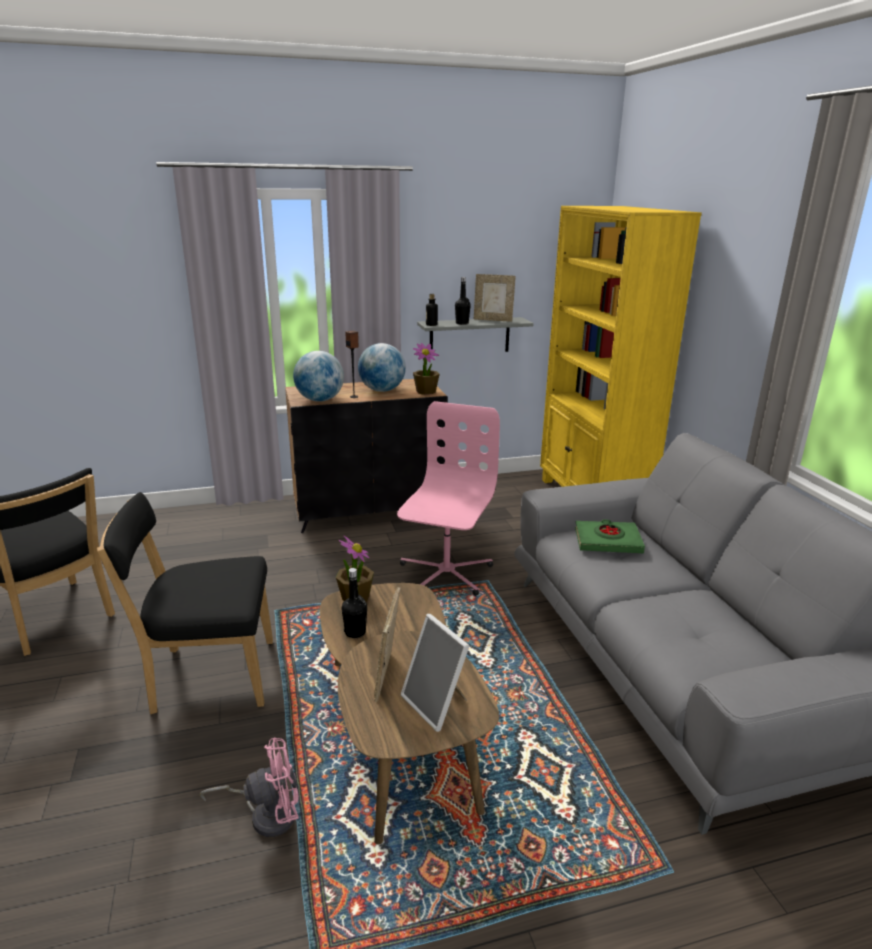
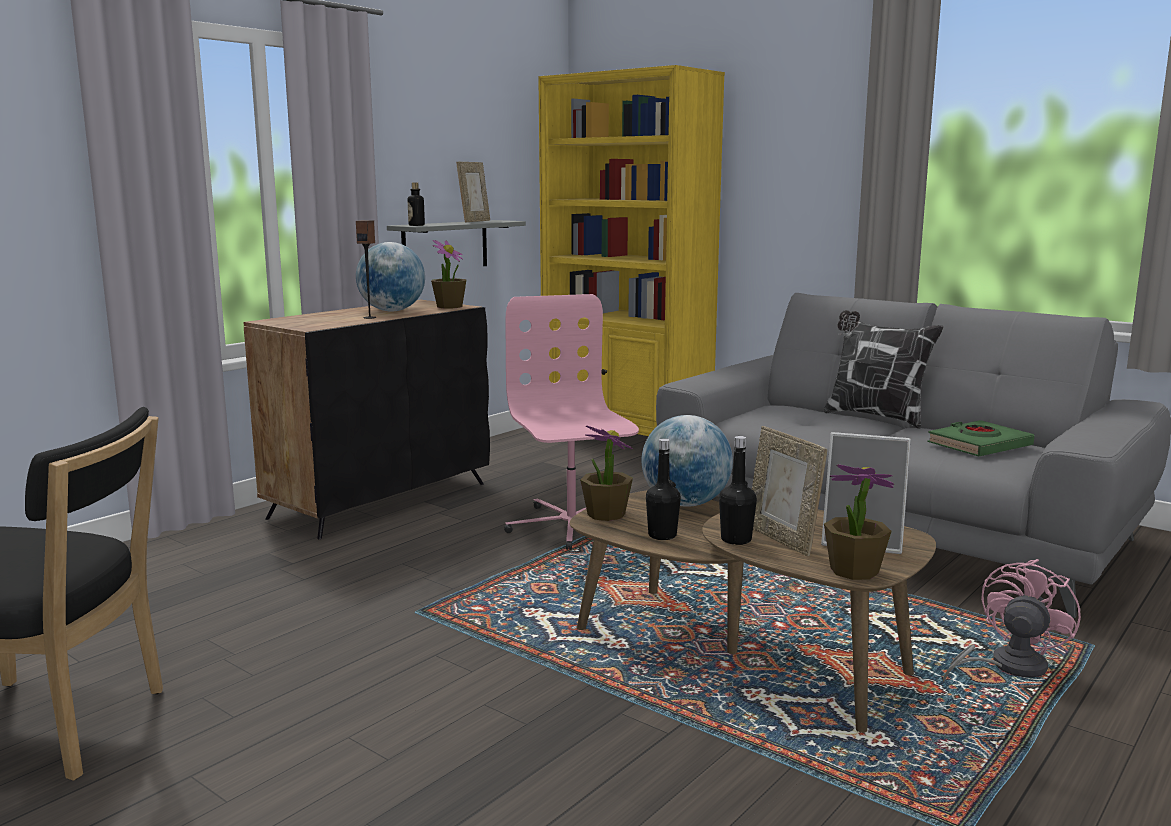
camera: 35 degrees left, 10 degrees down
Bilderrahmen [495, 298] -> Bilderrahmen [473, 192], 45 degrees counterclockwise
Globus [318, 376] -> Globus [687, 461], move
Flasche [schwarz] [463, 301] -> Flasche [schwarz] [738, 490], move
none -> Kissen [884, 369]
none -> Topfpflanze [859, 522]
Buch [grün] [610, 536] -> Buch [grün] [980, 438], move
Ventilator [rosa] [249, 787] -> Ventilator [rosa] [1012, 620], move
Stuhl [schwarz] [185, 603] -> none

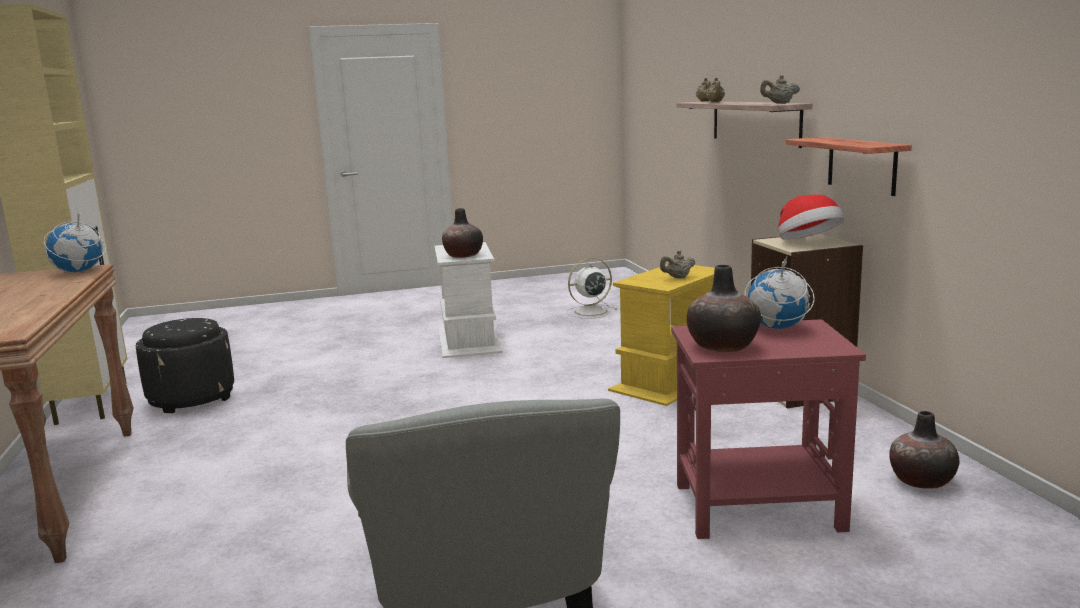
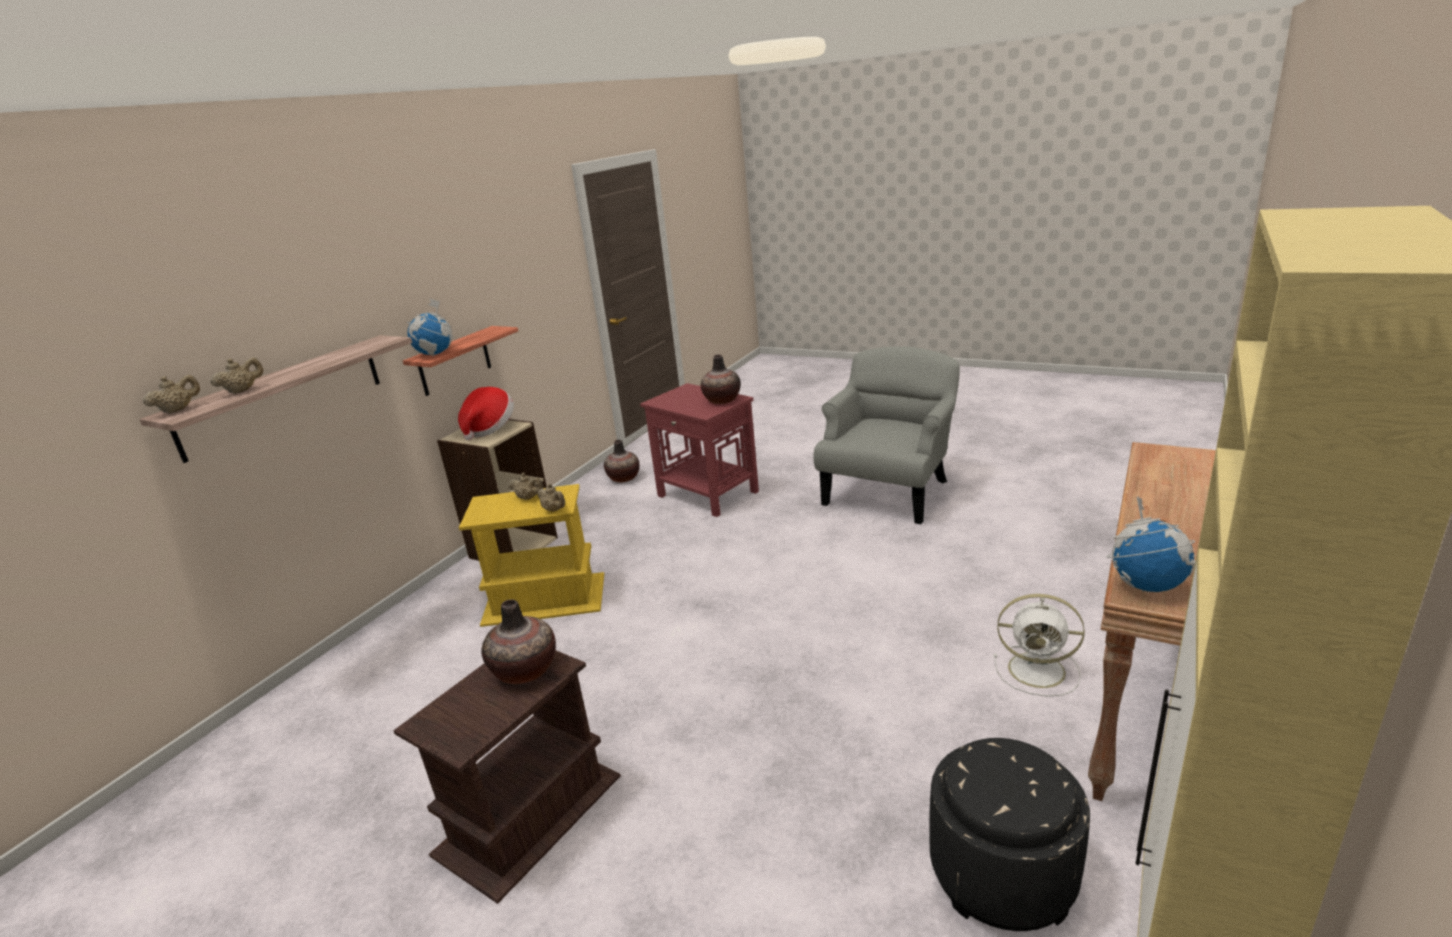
camera: 135 degrees left, 10 degrees up
Beistelltisch [weiß] [468, 300] -> Beistelltisch [braun] [507, 777]
Globus [779, 292] -> Globus [431, 327], move
Teekanne [beige] [780, 89] -> Teekanne [beige] [551, 498], move
Ventilator [weiß] [592, 288] -> Ventilator [weiß] [1039, 645], move

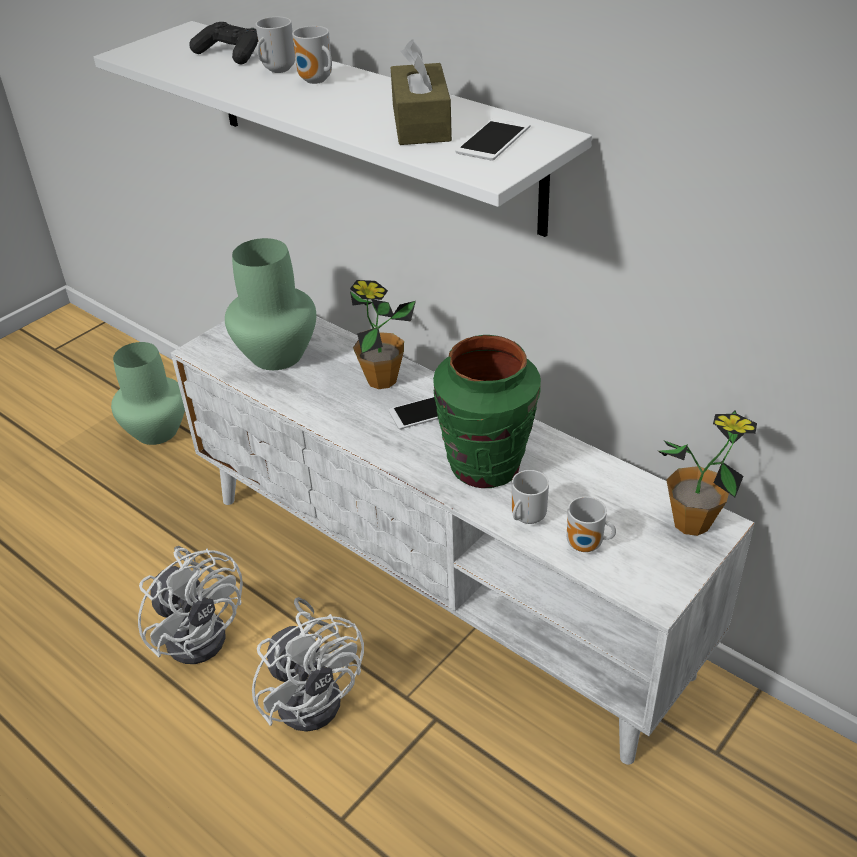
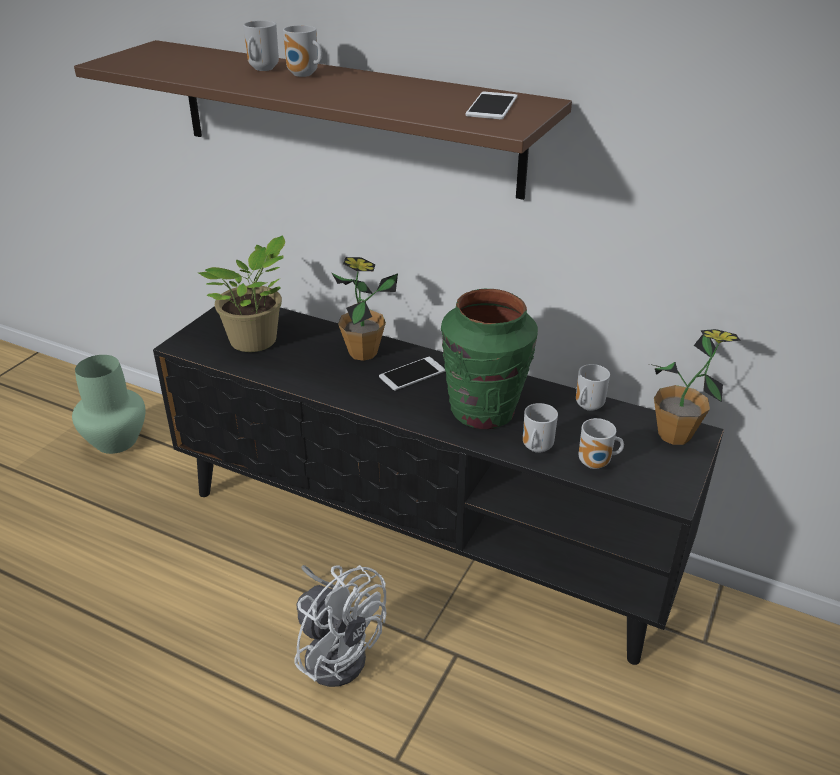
camera: 15 degrees left, 5 degrees down
Wandregal [weiß] [343, 129] -> Wandregal [braun] [323, 120]
Fernsehschrank [weiß] [462, 540] -> Fernsehschrank [schwarz] [438, 485]
Vase [grün] [270, 304] -> Topfpflanze [241, 293]
none -> Henkelbecher [593, 387]
Ventilator [weiß] [190, 605] -> none
Gamepad [schwarz] [223, 43] -> none
Taschentuchbox [braun] [421, 92] -> none

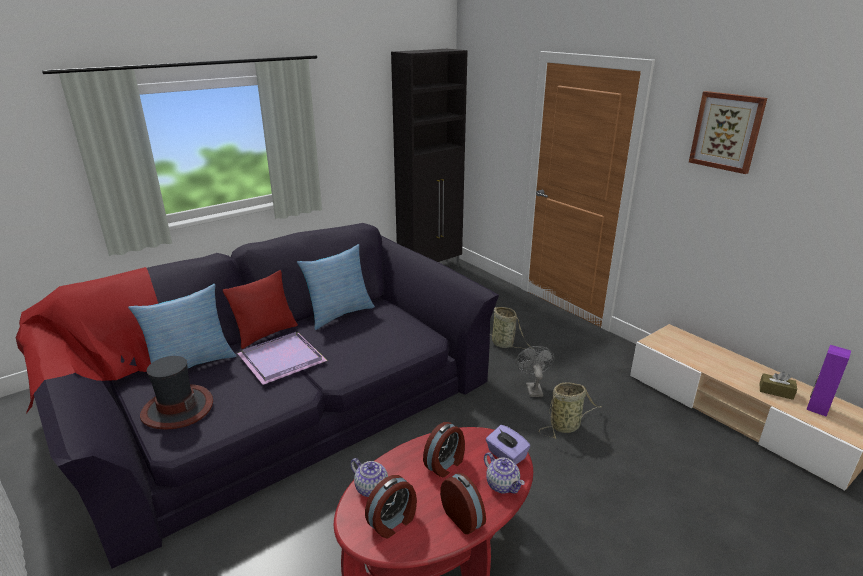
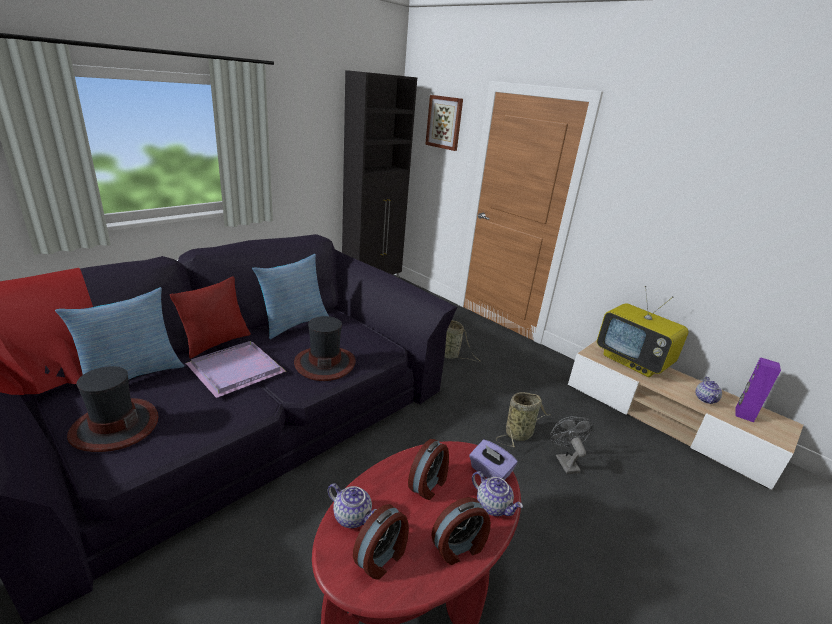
camera: 10 degrees left, 0 degrees up
none -> Hut [325, 348]
Bild [728, 132] -> Bild [444, 123], move
Wecker [463, 503] -> Wecker [461, 531], 105 degrees clockwise
Ventilator [grau] [535, 371] -> Ventilator [grau] [571, 445], move
none -> Fernseher [642, 331]
Taschentuchbox [braun] [778, 385] -> Teekanne [708, 390]

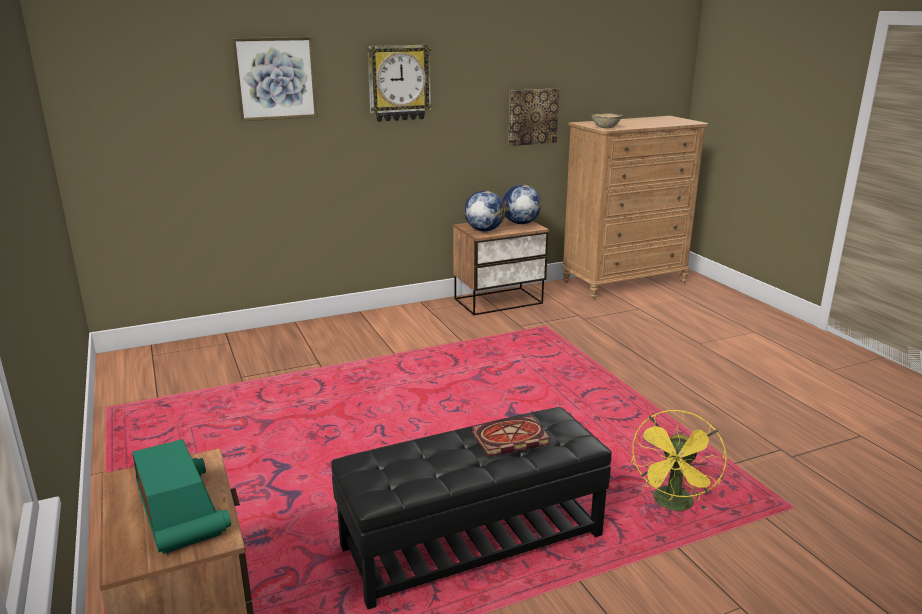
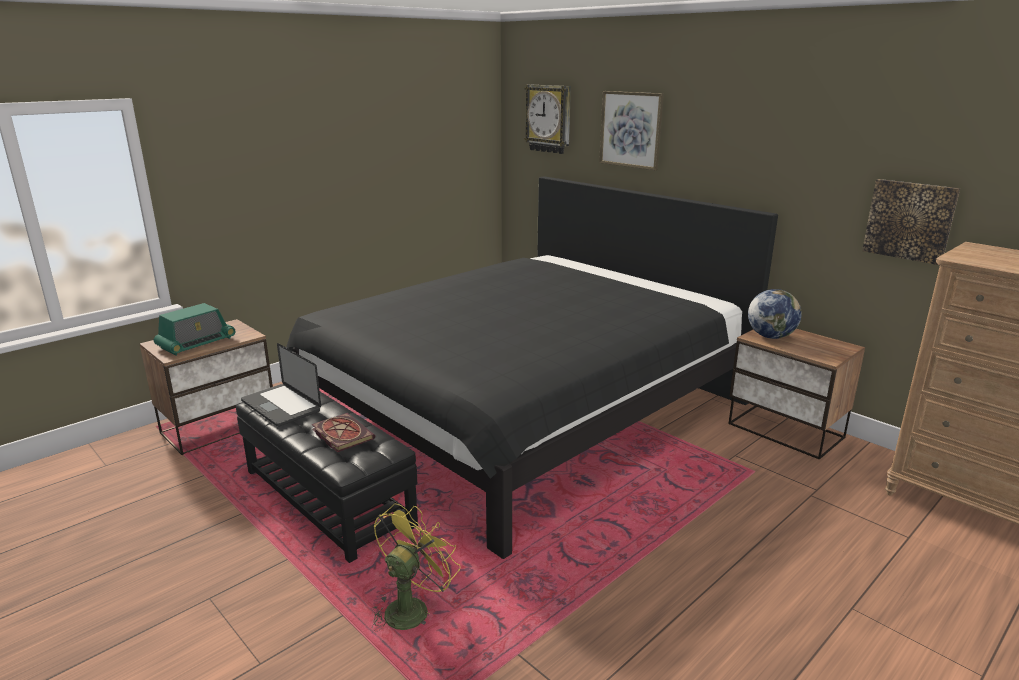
camera: 70 degrees right, 0 degrees up
none -> Laptop [281, 385]
none -> Bett [schwarz] [532, 367]
Ventilator [gelb] [679, 460] -> Ventilator [gelb] [416, 567], 120 degrees clockwise
Wanduhr [399, 83] -> Wanduhr [547, 119], move
Globus [522, 204] -> none
Schüssel [607, 120] -> none

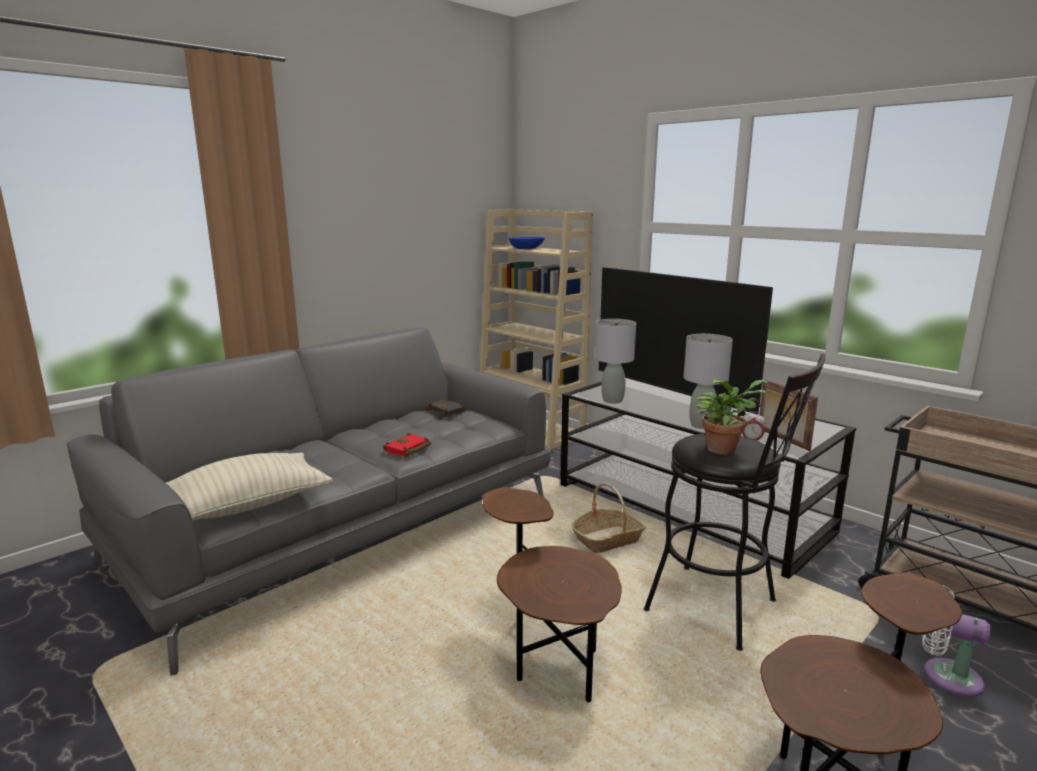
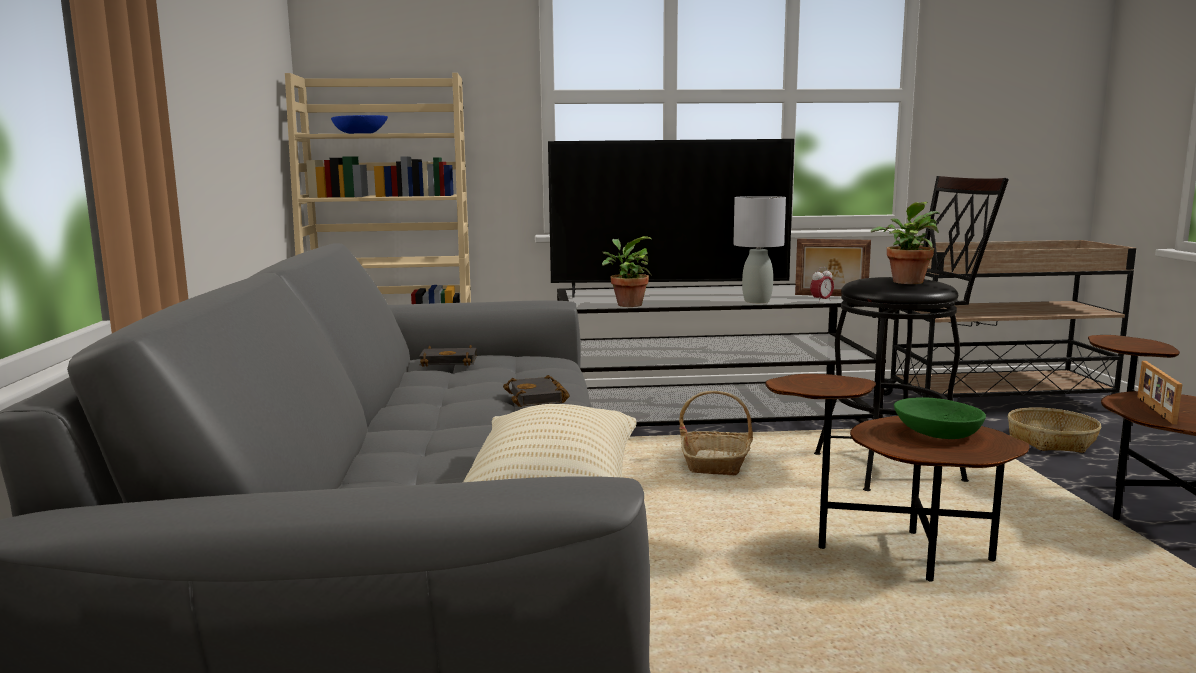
camera: 50 degrees left, 5 degrees down
Buch [rot] [407, 445] -> Buch [schwarz] [536, 391]
Tischlampe [grau] [615, 361] -> Topfpflanze [627, 271]
none -> Schüssel [grün] [940, 418]
Ventilator [weiß] [956, 641] -> Korb [1054, 430]
none -> Bilderrahmen [1160, 392]

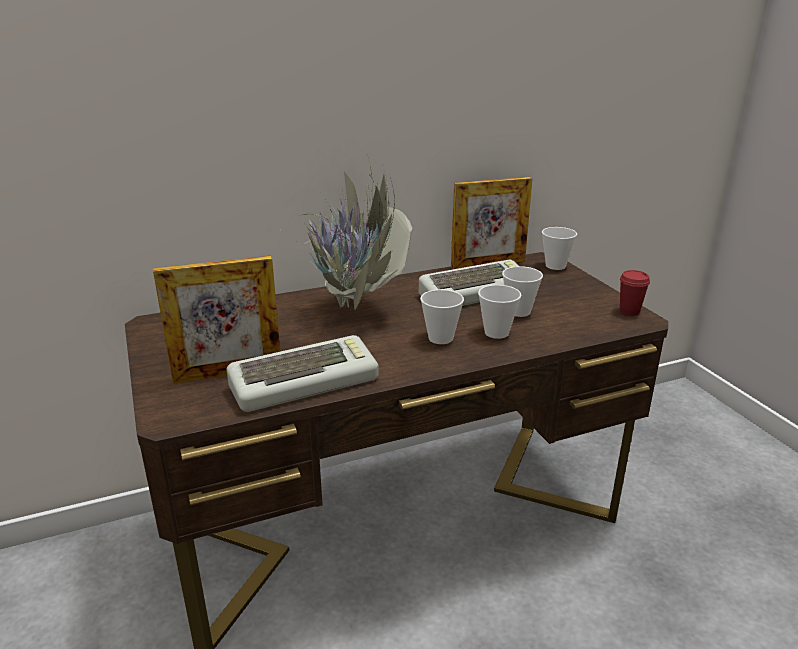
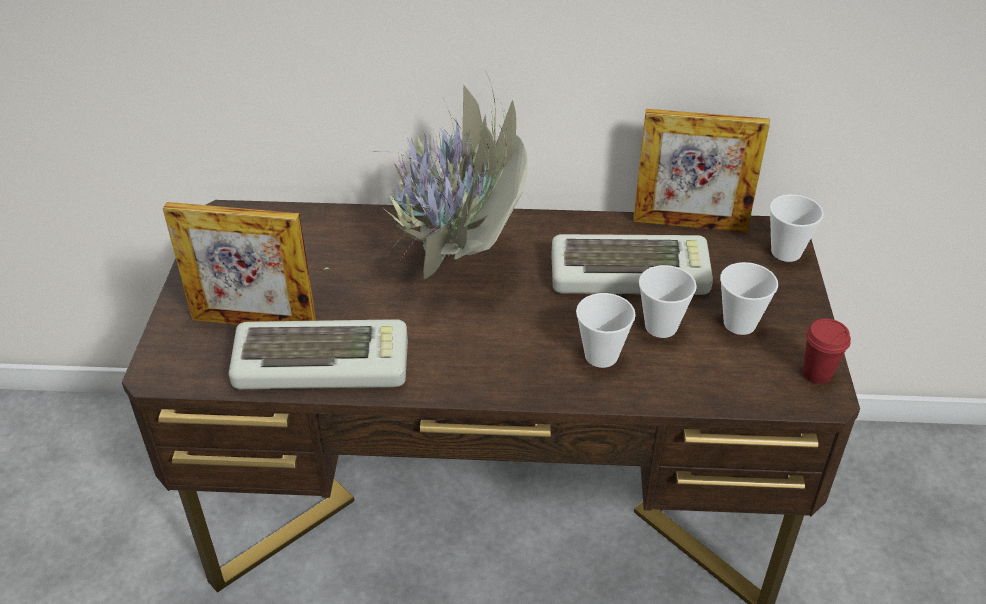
camera: 25 degrees right, 15 degrees up
Tasse [442, 316] -> Tasse [749, 298], move

